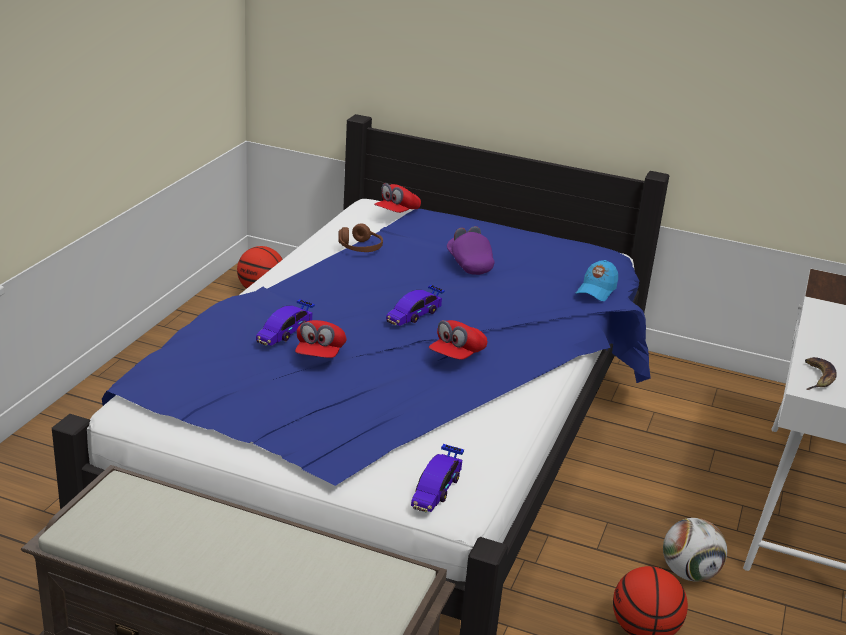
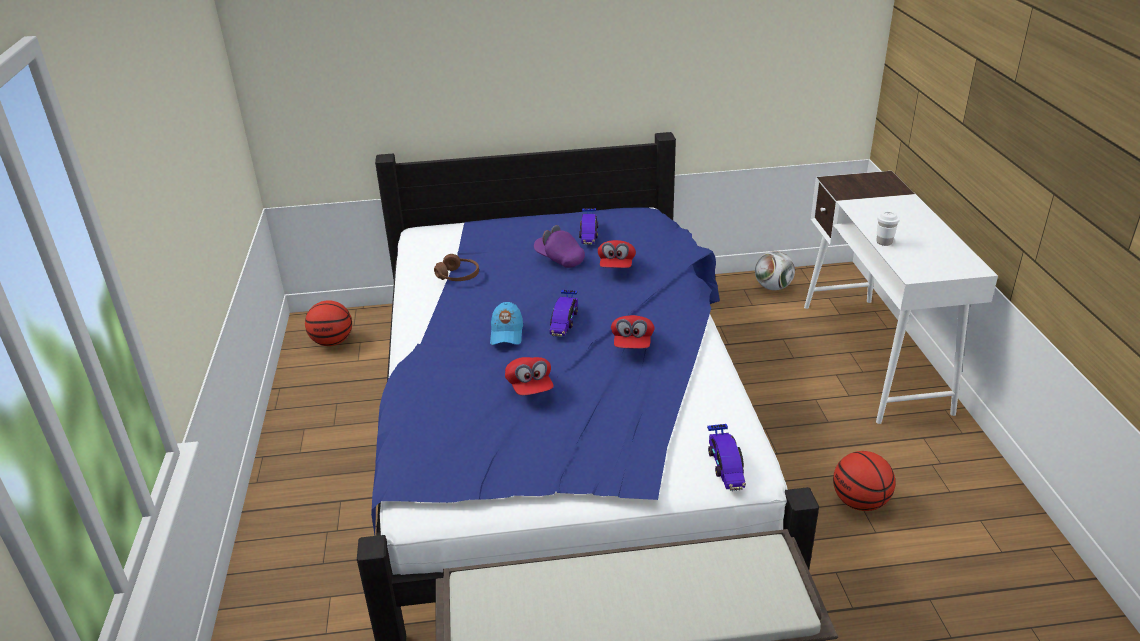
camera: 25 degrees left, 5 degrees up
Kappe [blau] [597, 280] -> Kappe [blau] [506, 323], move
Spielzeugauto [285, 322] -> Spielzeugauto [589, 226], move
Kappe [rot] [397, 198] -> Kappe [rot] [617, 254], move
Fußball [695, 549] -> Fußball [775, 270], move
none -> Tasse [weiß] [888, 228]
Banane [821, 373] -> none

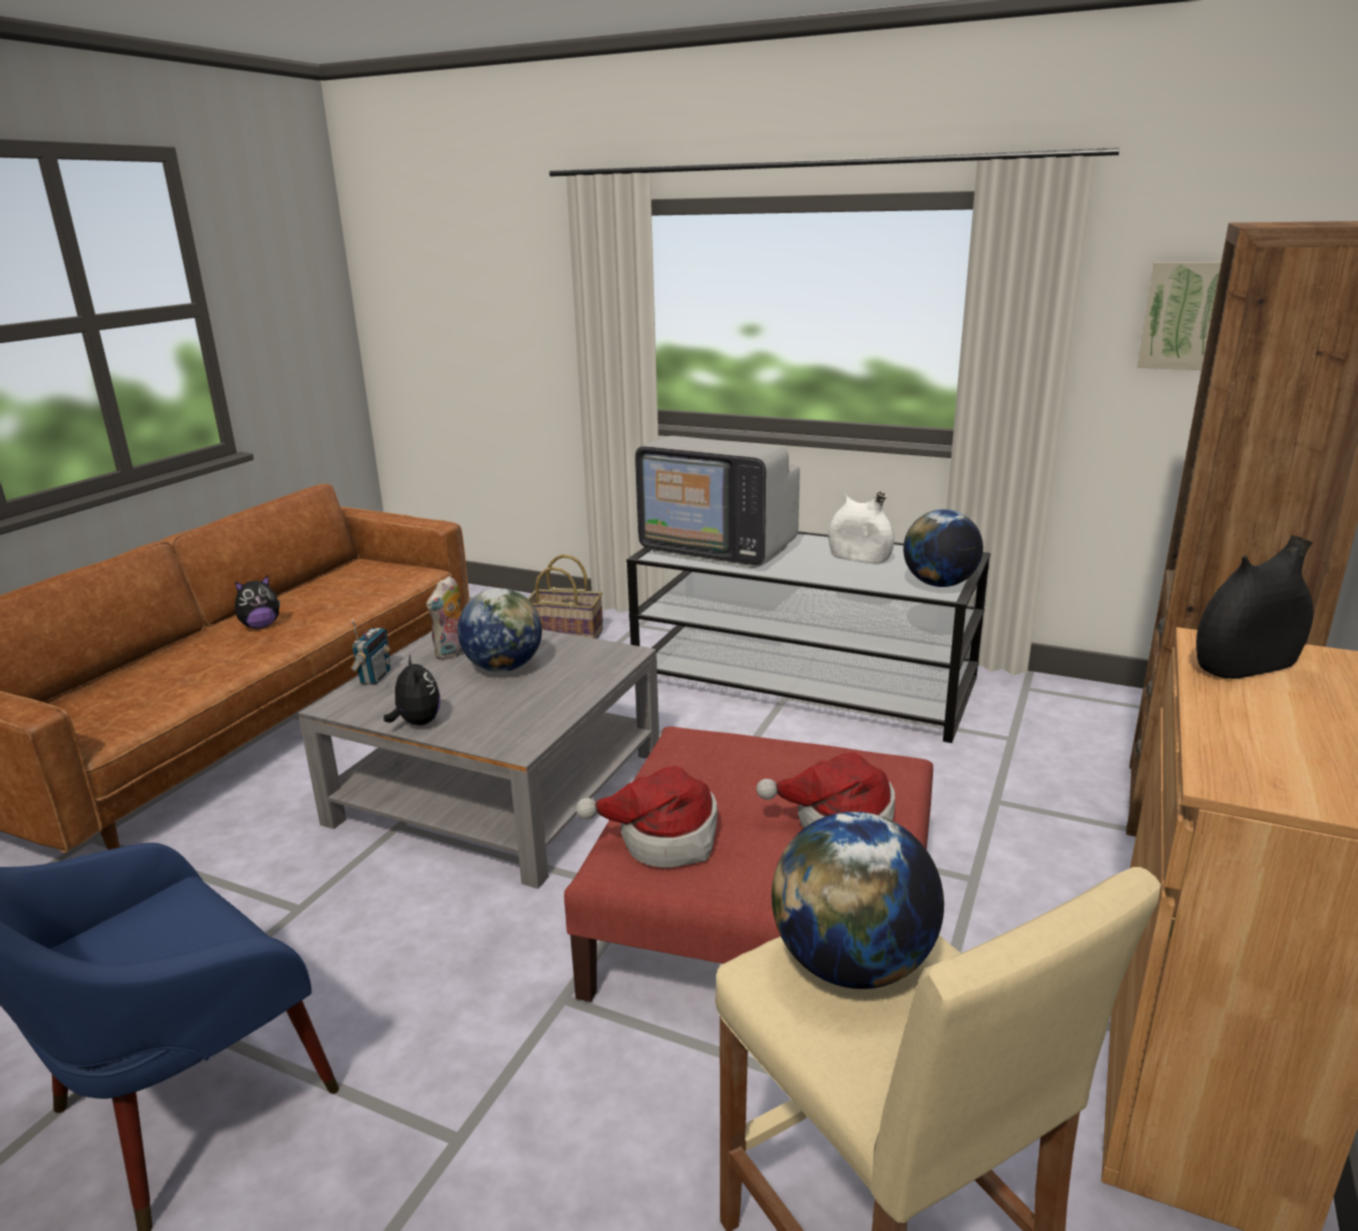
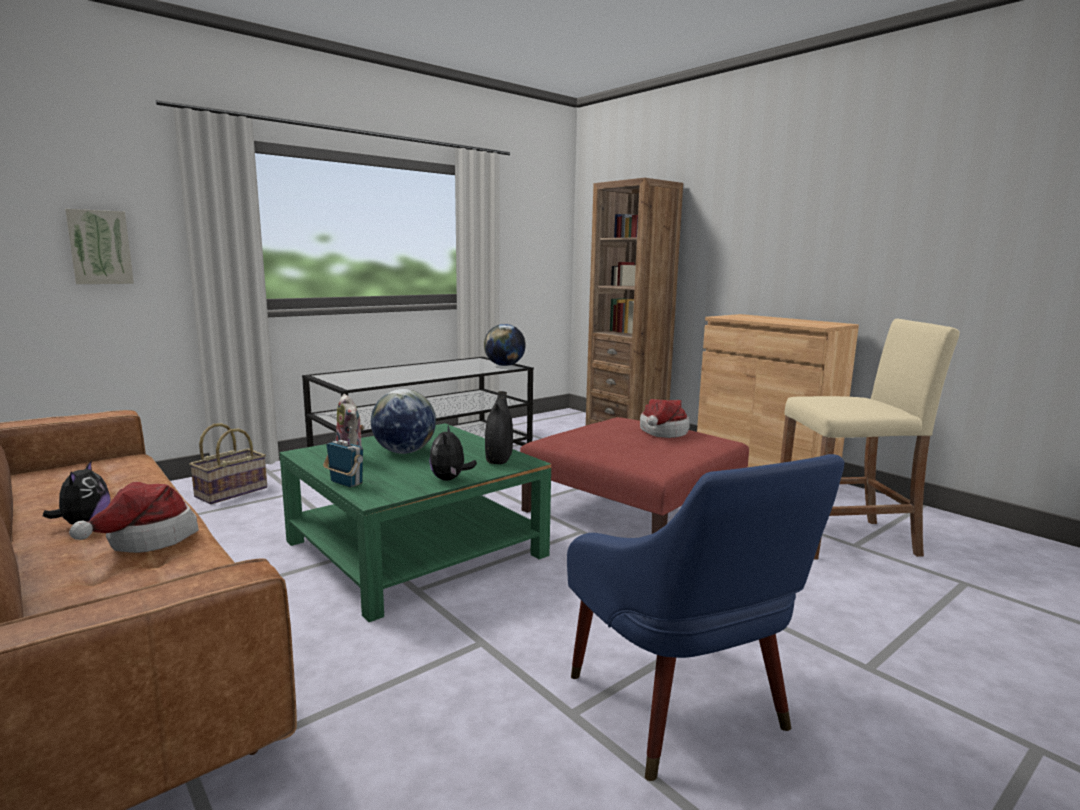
camera: 65 degrees left, 10 degrees down
Bild [1179, 316] -> Bild [99, 246], move
Hut [647, 817] -> Hut [134, 517], move
Couchtisch [grau] [478, 759] -> Couchtisch [grün] [415, 522]
Plüschtier [412, 690] -> Plüschtier [453, 453], 90 degrees counterclockwise
Vase [schwarz] [1255, 607] -> Vase [schwarz] [499, 427], move
Fernseher [717, 502] -> none
Globus [858, 900] -> none
Vase [weiß] [861, 527] -> none

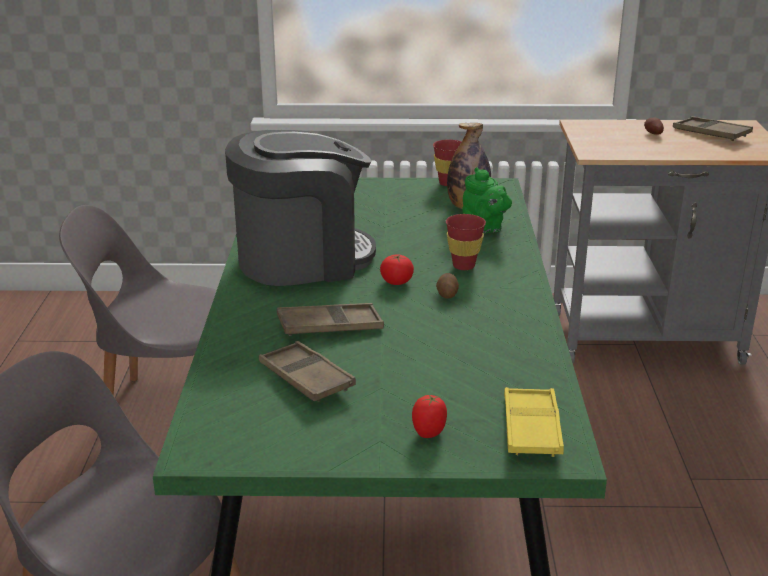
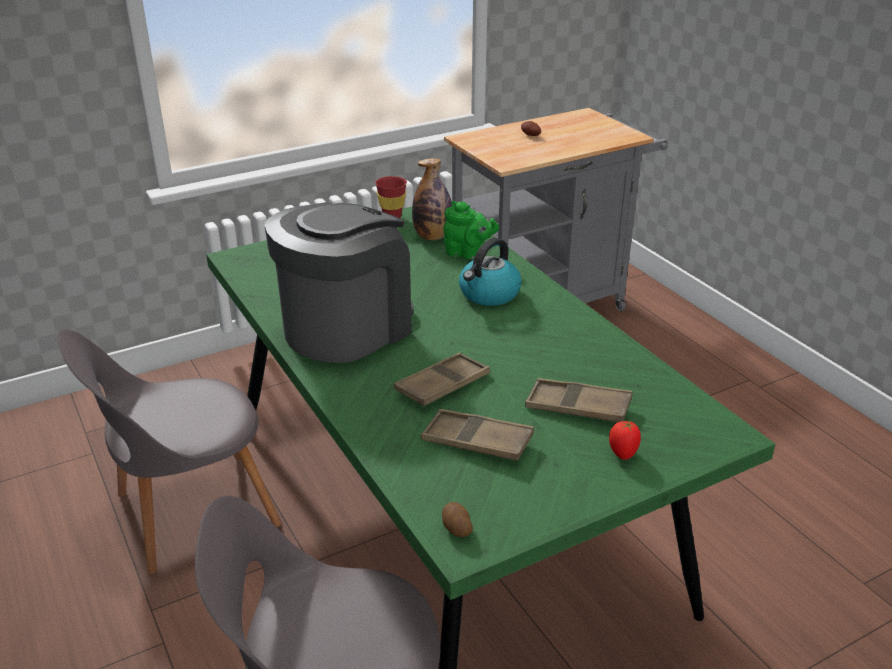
camera: 30 degrees left, 5 degrees up
Kartoffel [447, 286] -> Kartoffel [457, 519], move
Tasse [rot] [466, 242] -> Wasserkessel [490, 272]
Tablett [braun] [713, 128] -> Tablett [braun] [579, 400], move
Tomate [397, 269] -> none
Tablett [gelb] [534, 422] -> none

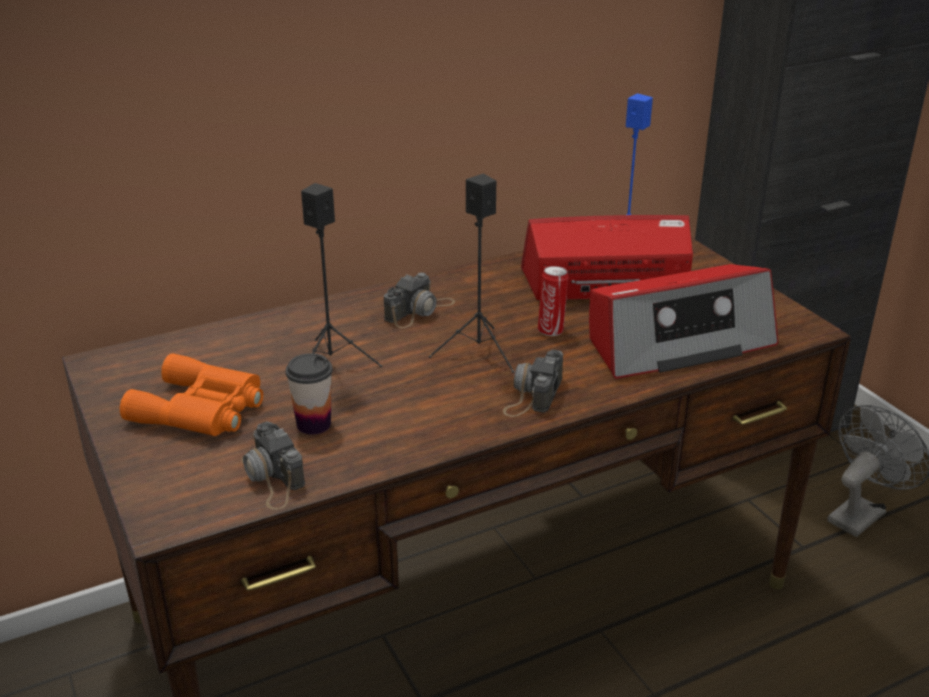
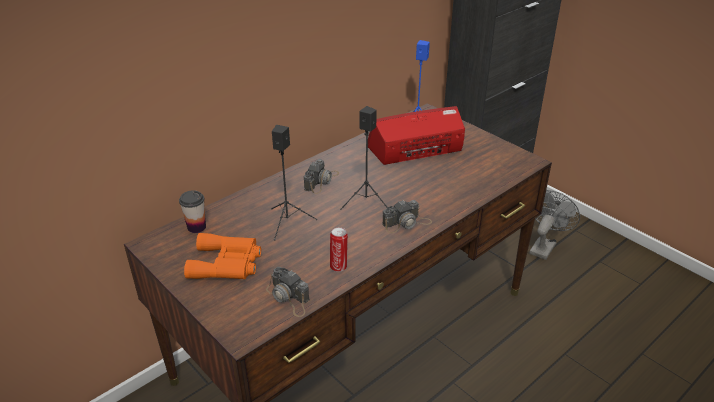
camera: 15 degrees left, 5 degrees up
Tasse [309, 394] -> Tasse [192, 211], move
Dose [553, 301] -> Dose [339, 249], move
Kamera [533, 383] -> Kamera [407, 216], 120 degrees counterclockwise
Radio [684, 321] -> none

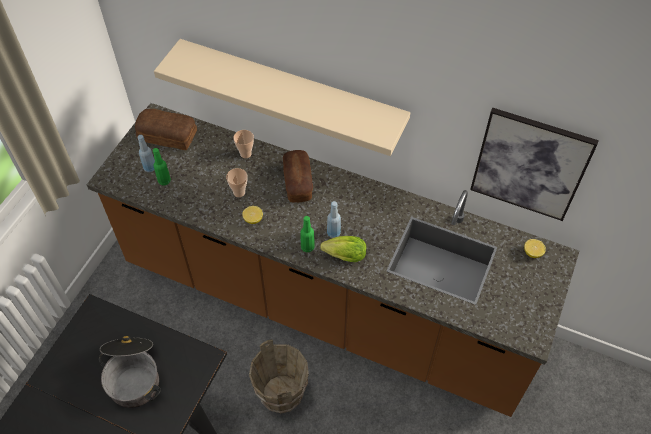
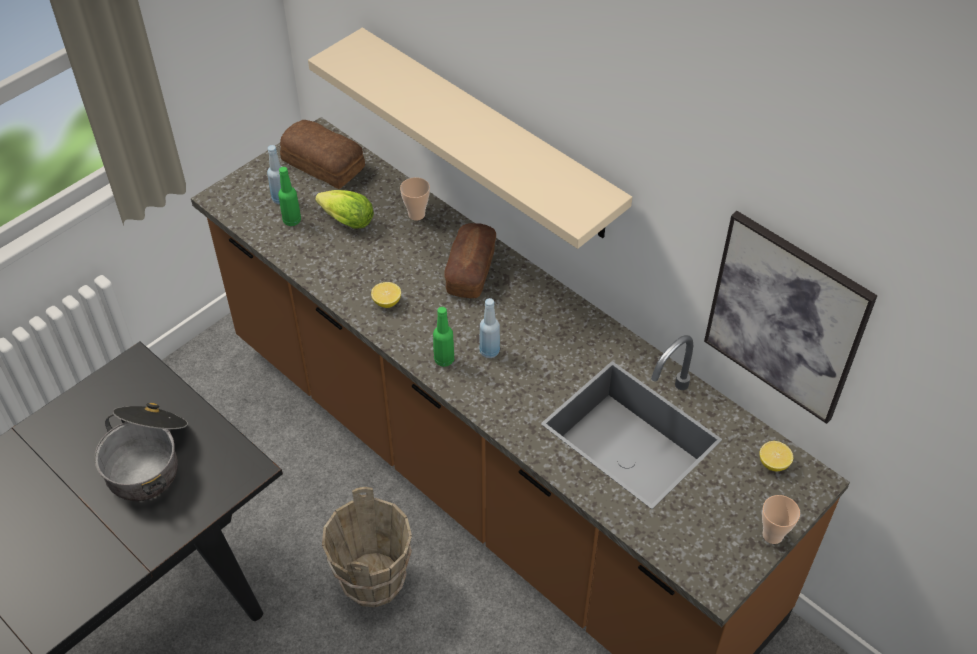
camera: 20 degrees right, 5 degrees down
Salatkopf [343, 249] -> Salatkopf [344, 209], move
Tasse [236, 182] -> Tasse [781, 519], move

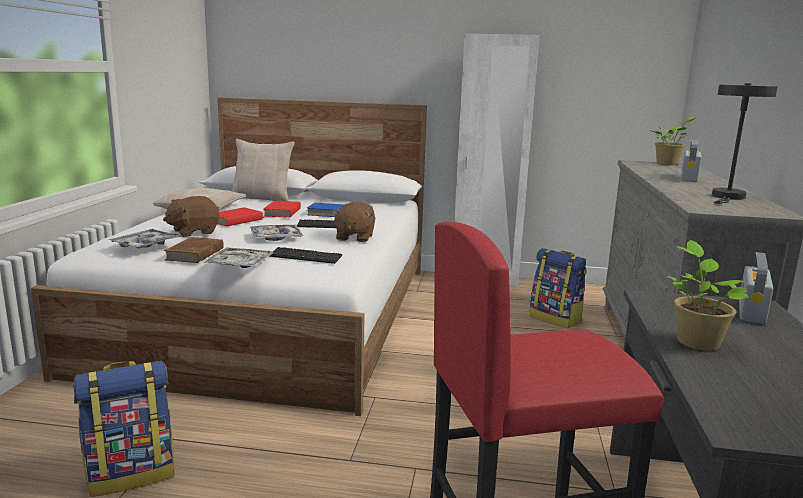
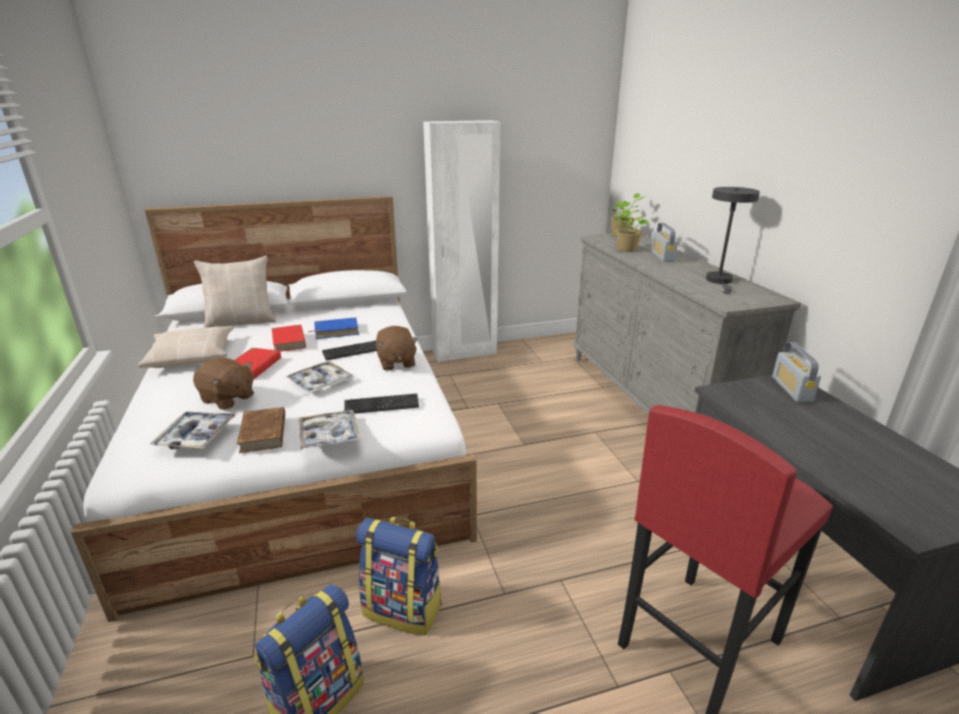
camera: 25 degrees left, 10 degrees up
Plüschtier [braun] [191, 216] -> Plüschtier [braun] [223, 384], 90 degrees counterclockwise
Rucksack [558, 288] -> Rucksack [399, 576], move
Topfpflanze [708, 295] -> Topfpflanze [632, 226], move

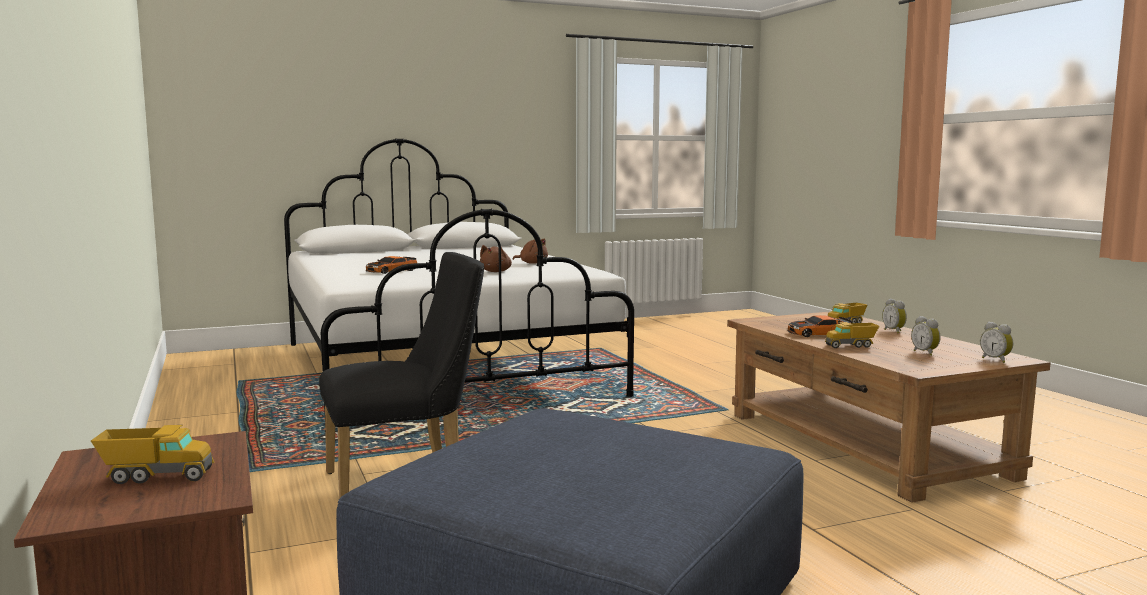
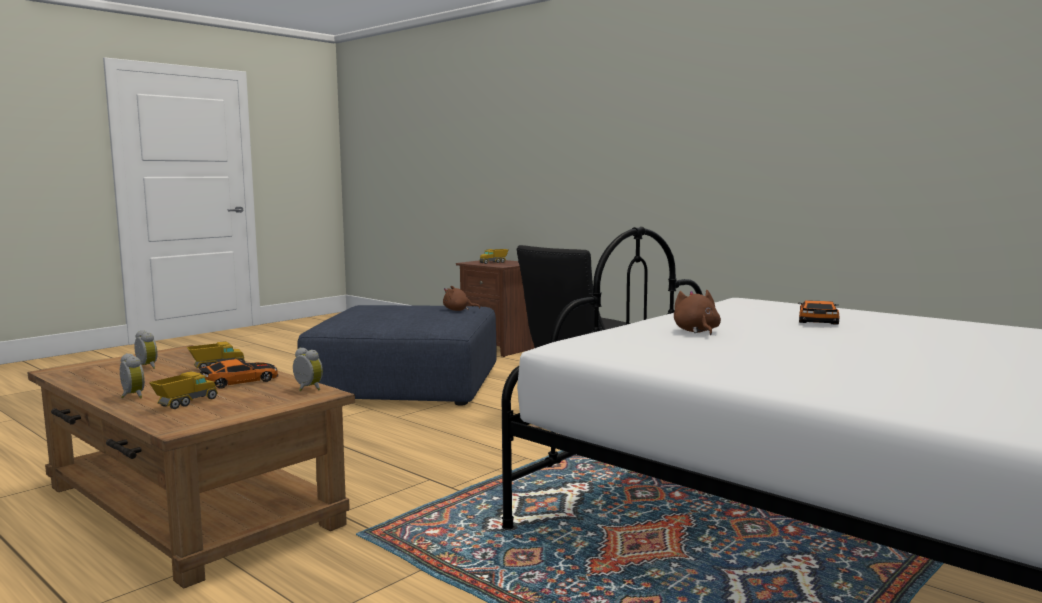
camera: 155 degrees right, 0 degrees up
Wecker [996, 342] -> Wecker [308, 369], move
Plüschtier [braun] [530, 251] -> Plüschtier [braun] [461, 298], move

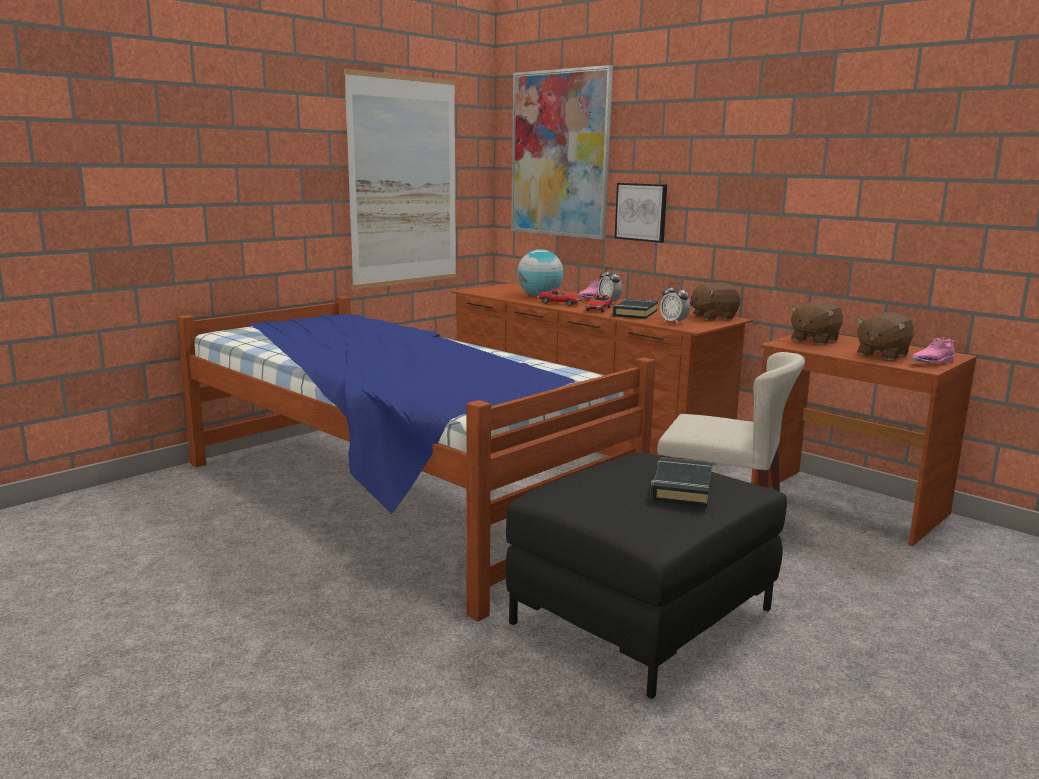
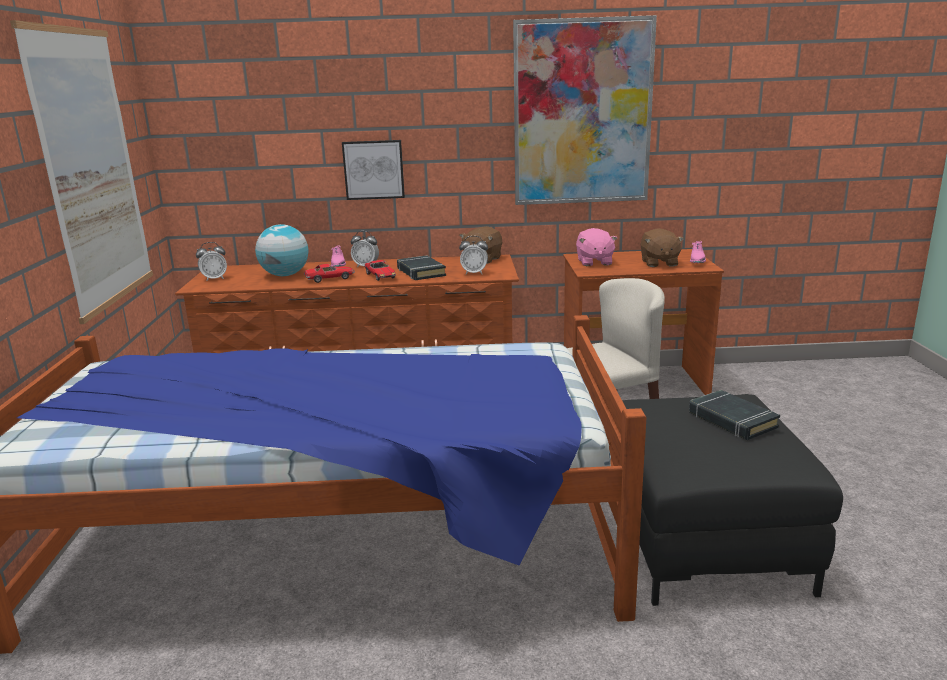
camera: 45 degrees left, 5 degrees up
none -> Wecker [211, 261]
Bild [562, 152] -> Bild [585, 110], move
Plüschtier [braun] [816, 323] -> Plüschtier [rosa] [596, 247]

